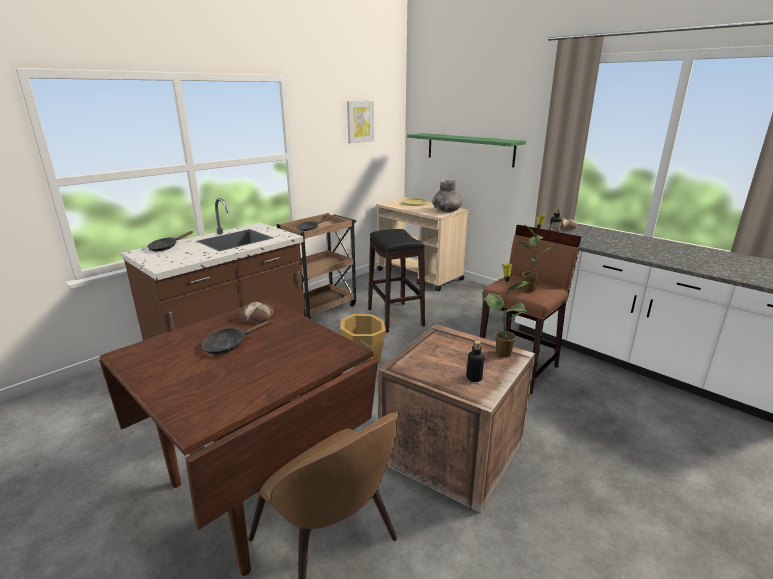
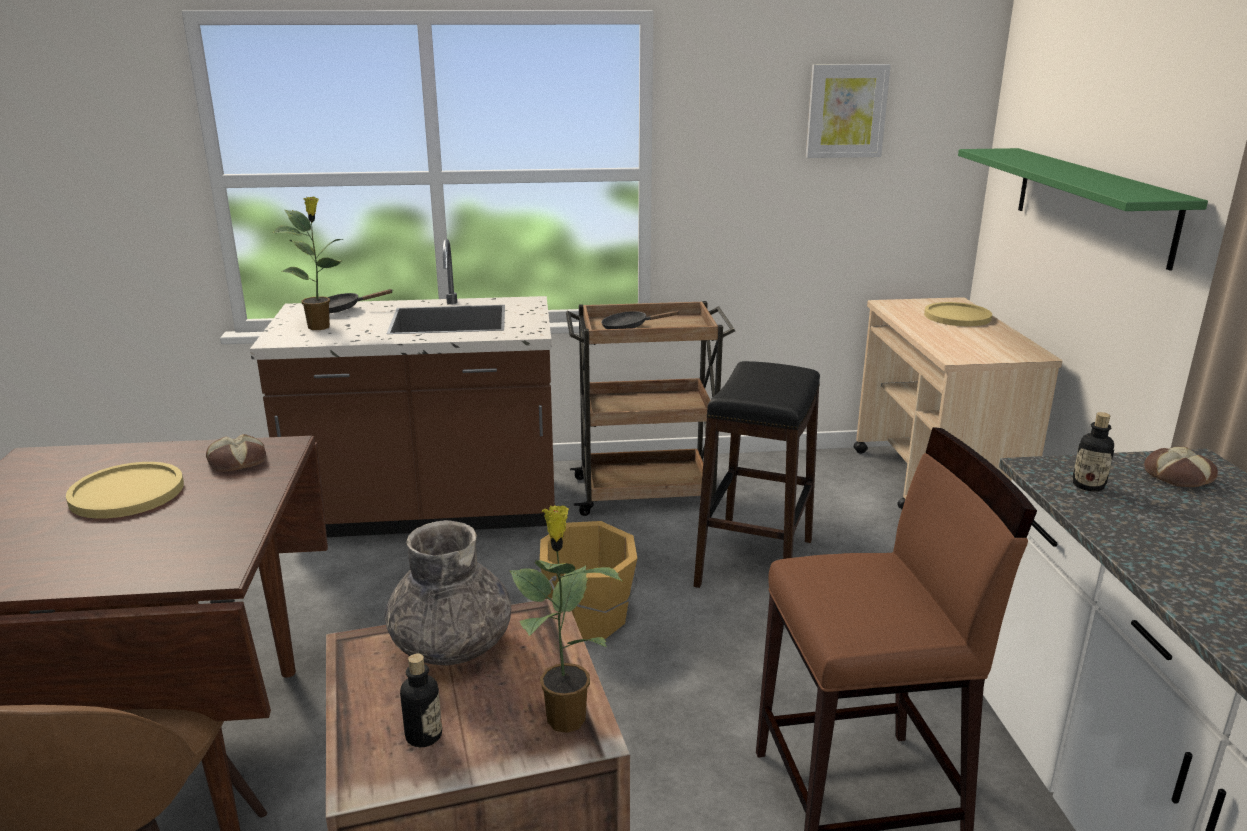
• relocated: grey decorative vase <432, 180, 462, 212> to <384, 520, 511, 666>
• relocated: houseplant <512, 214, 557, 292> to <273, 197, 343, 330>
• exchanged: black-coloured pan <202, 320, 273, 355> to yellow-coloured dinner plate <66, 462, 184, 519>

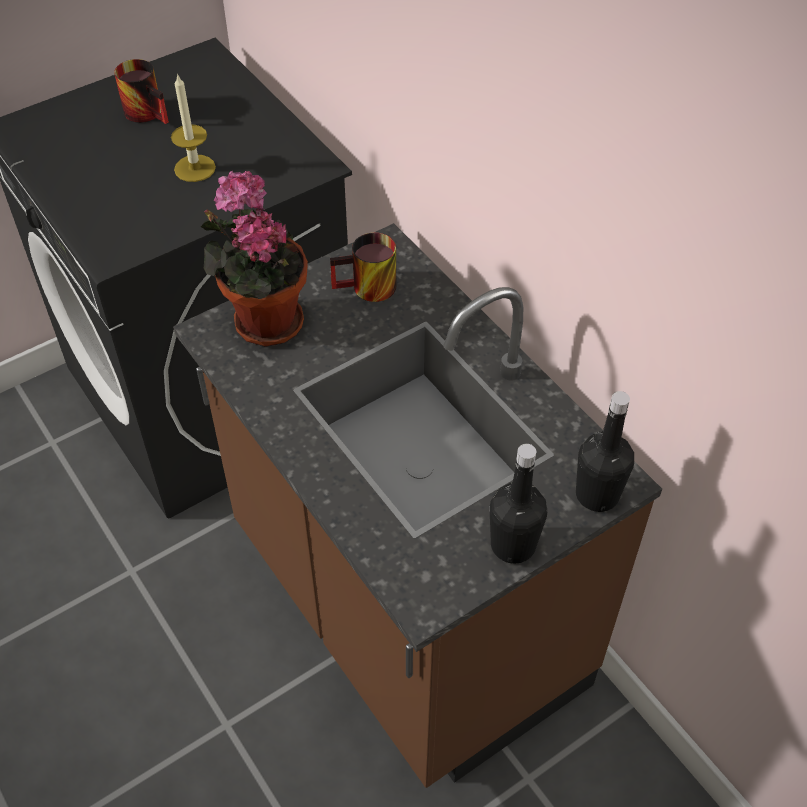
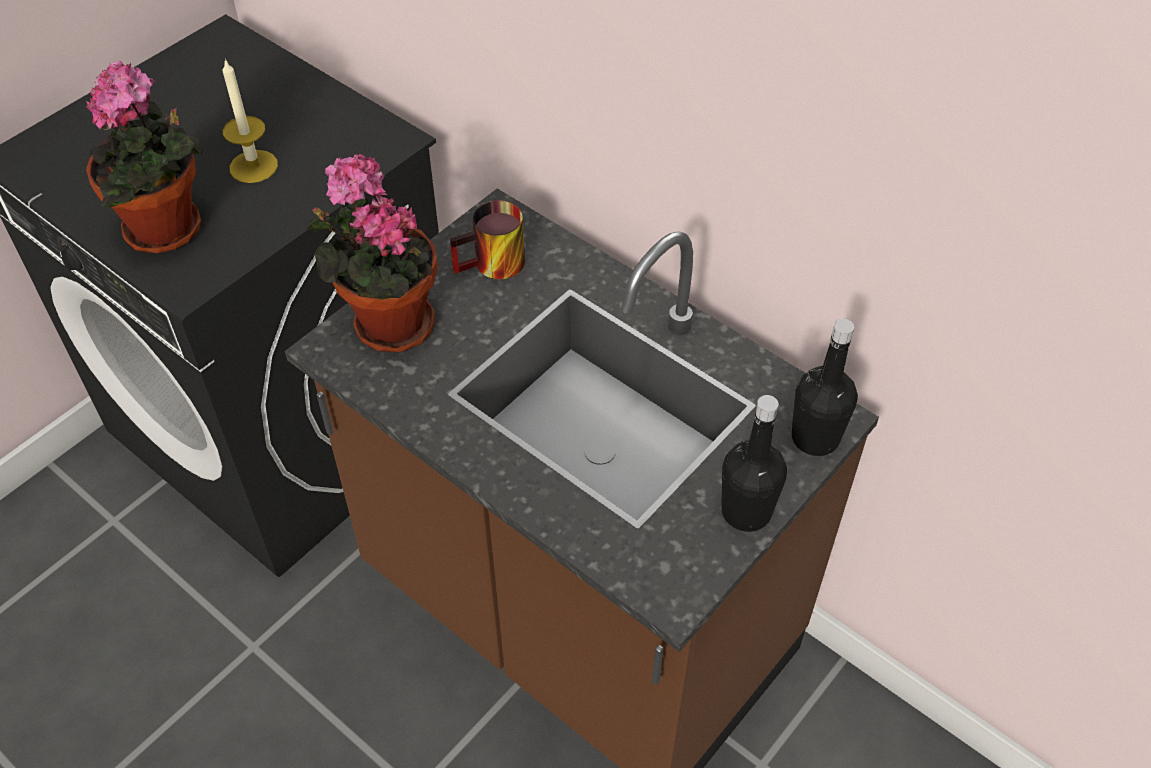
• missing: tea mug <114, 59, 169, 124>
• appeared: houseplant <86, 61, 203, 254>

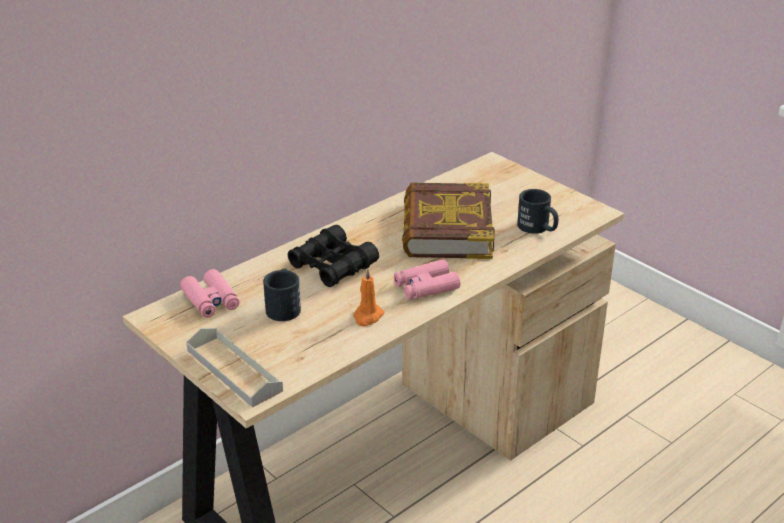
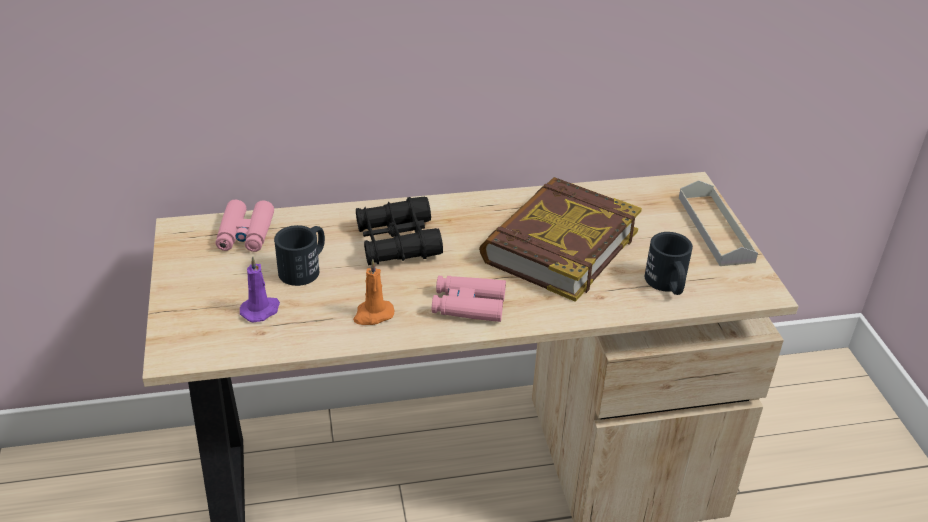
• relocated: grey tray <186, 328, 283, 408> to <679, 180, 758, 266>
• appeared: purple wax candle <240, 256, 280, 323>

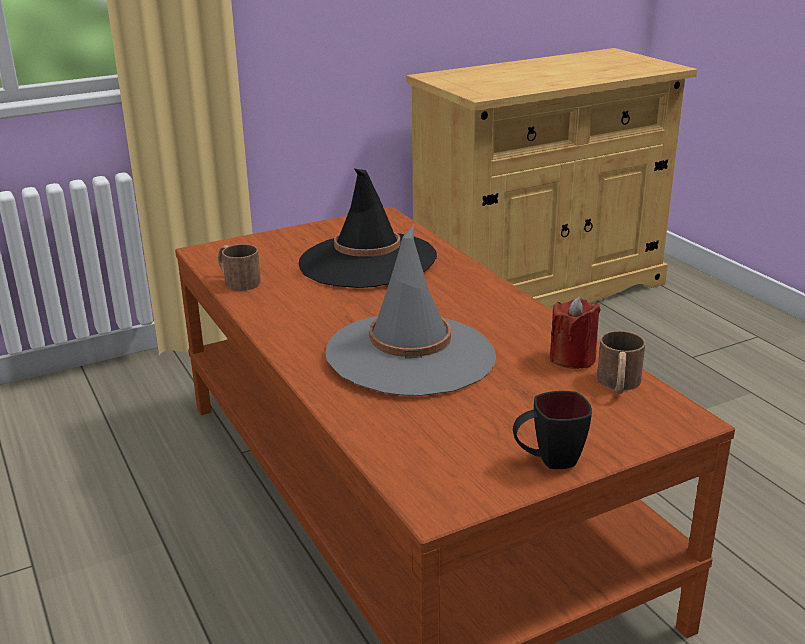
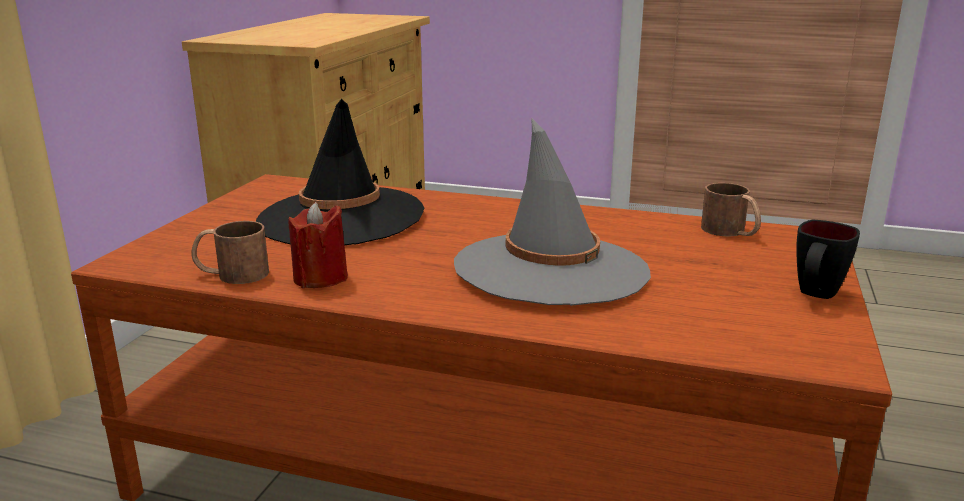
• relocated: reddish wax candle <550, 296, 601, 369> to <288, 202, 348, 288>

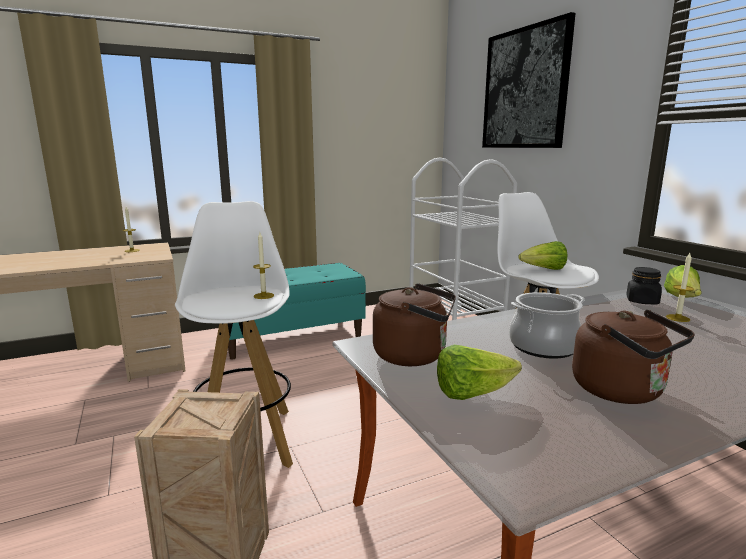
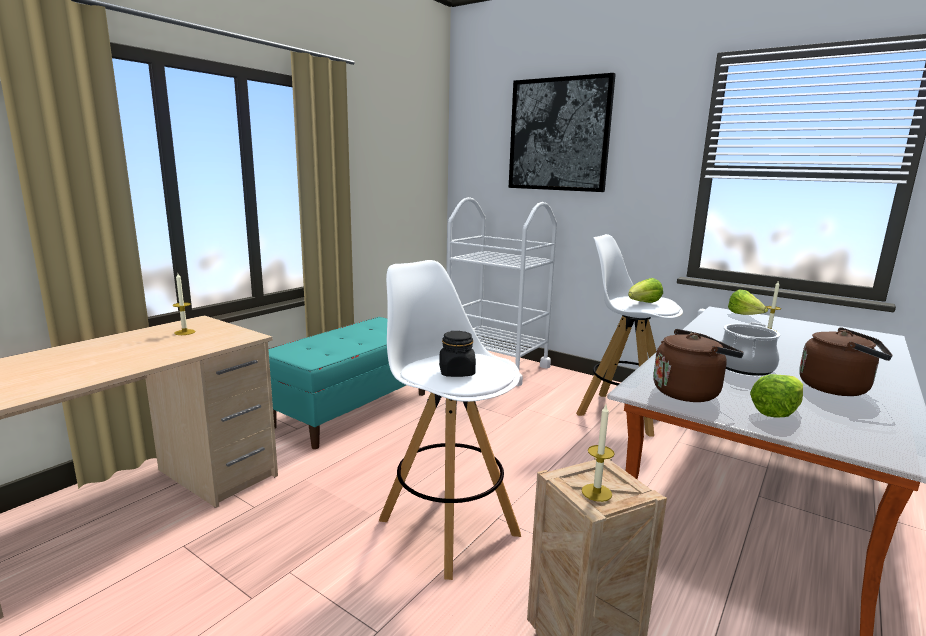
• relocated: wax candle <253, 232, 274, 299> to <582, 405, 615, 502>
• relocated: black-coloured storage jar <626, 267, 662, 304> to <439, 331, 476, 377>

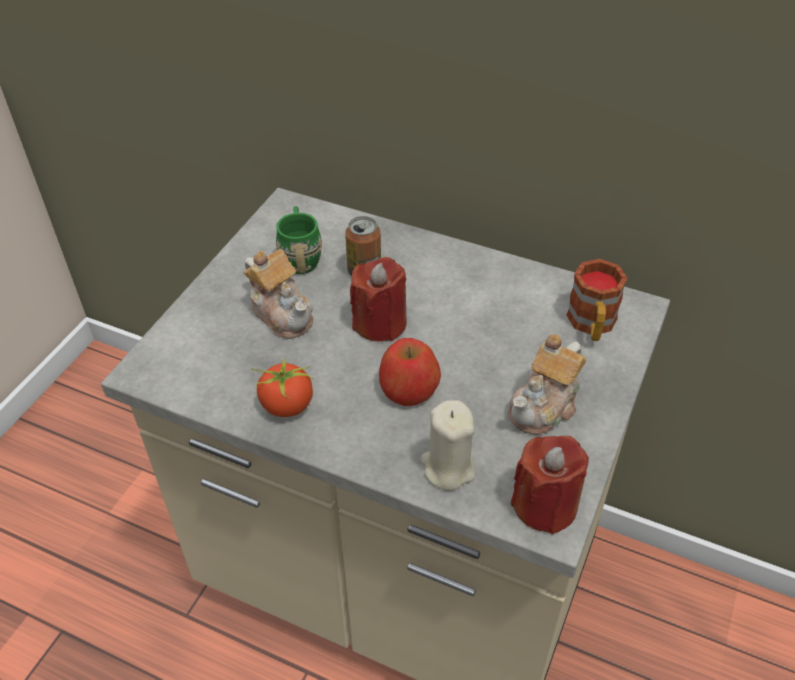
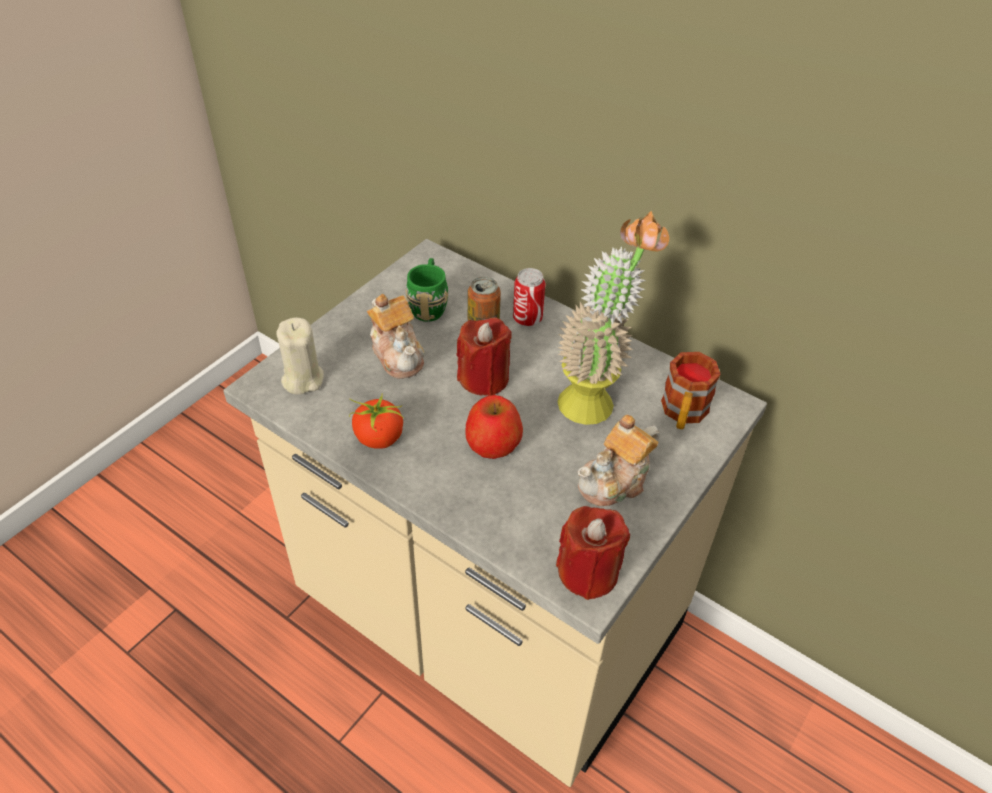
• relocated: beige wax candle <420, 400, 476, 491> to <276, 317, 324, 395>
• appeared: houseplant <558, 211, 669, 425>
• appeared: sealed can <513, 268, 546, 326>

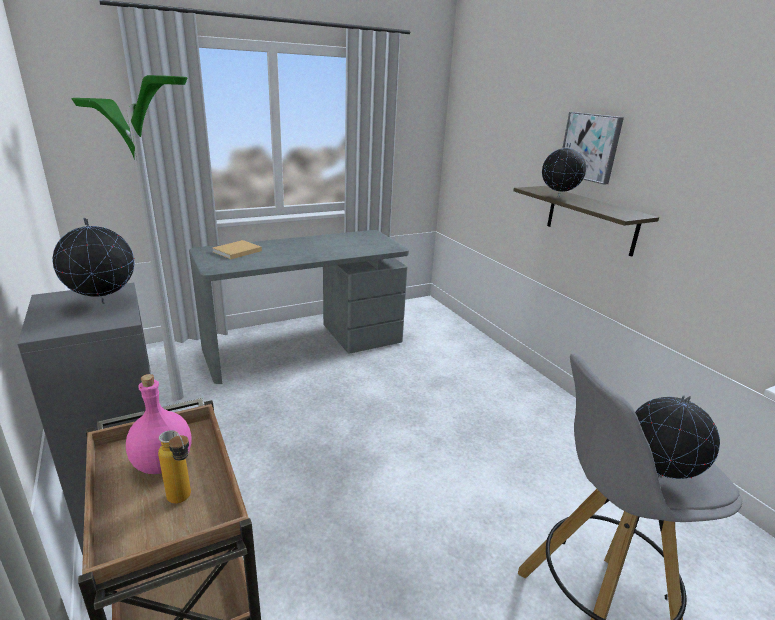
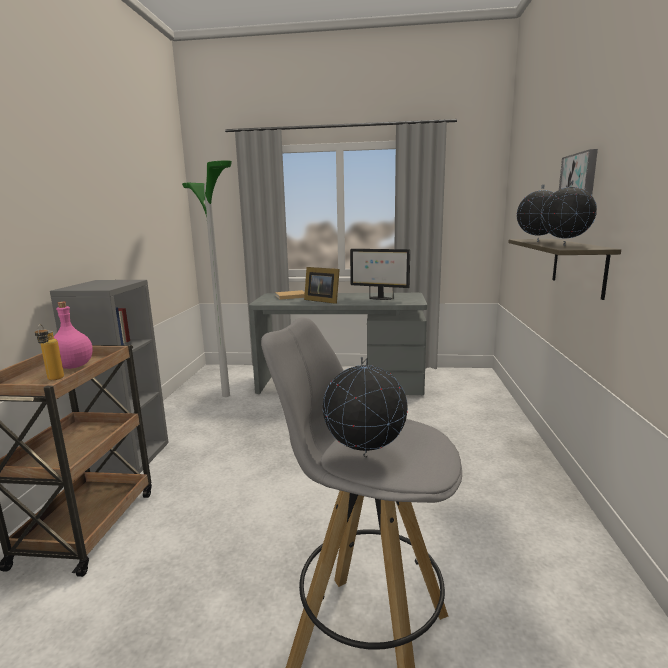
• relocated: world globe <52, 218, 134, 304> to <541, 180, 597, 246>
• appeared: computer display <350, 249, 410, 300>
• appeared: picture frame <304, 267, 340, 304>

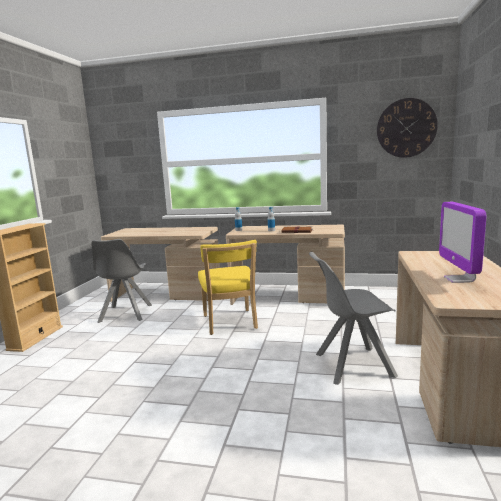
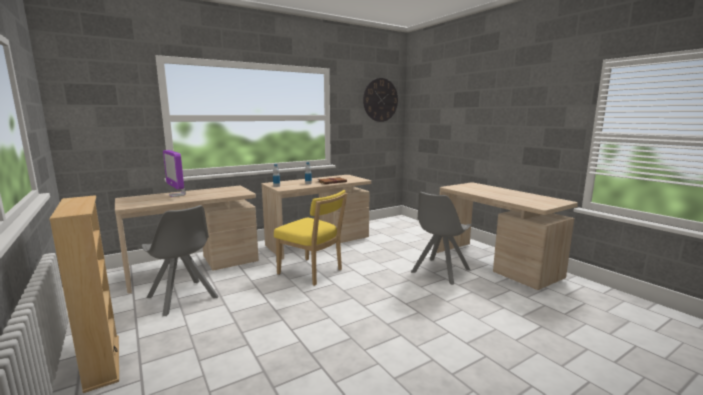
• relocated: computer display <439, 202, 486, 283> to <163, 150, 186, 197>

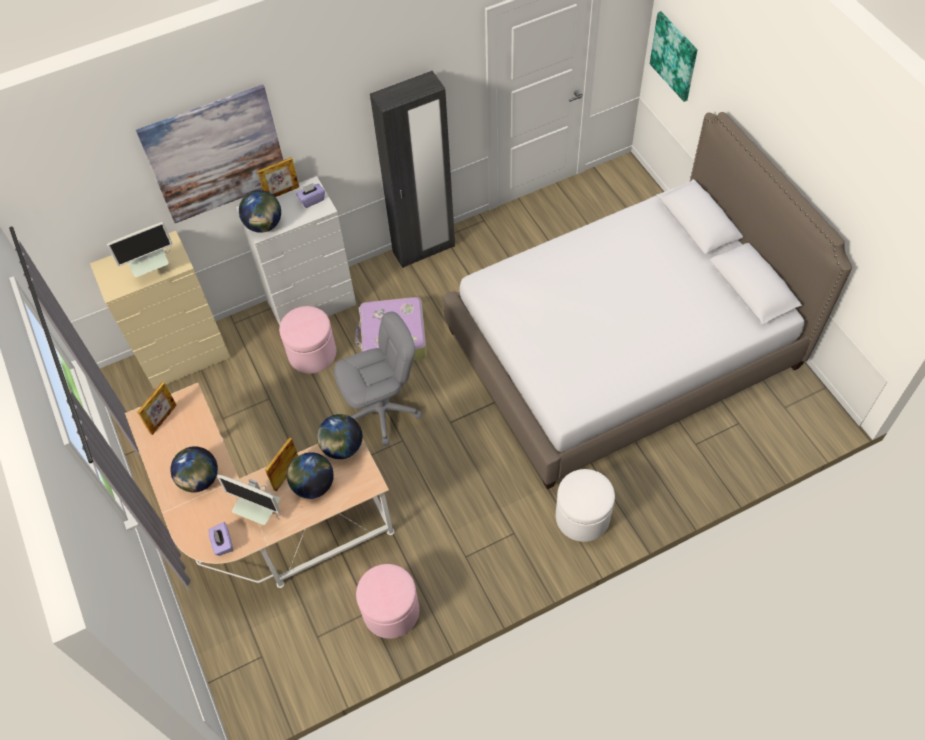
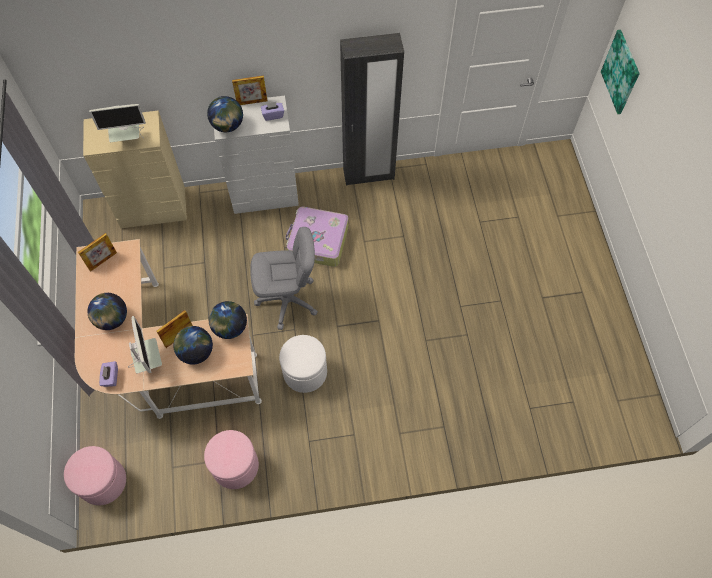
• missing: wall picture <136, 84, 283, 223>
• missing: bed <443, 112, 852, 489>
• relocated: pinkish footrest <279, 306, 336, 373> to <64, 446, 126, 505>
• relocated: white-coloured footrest <556, 469, 615, 542> to <279, 335, 327, 393>
• spun: computer display <217, 475, 280, 525> = <128, 316, 162, 374> 150 degrees counterclockwise

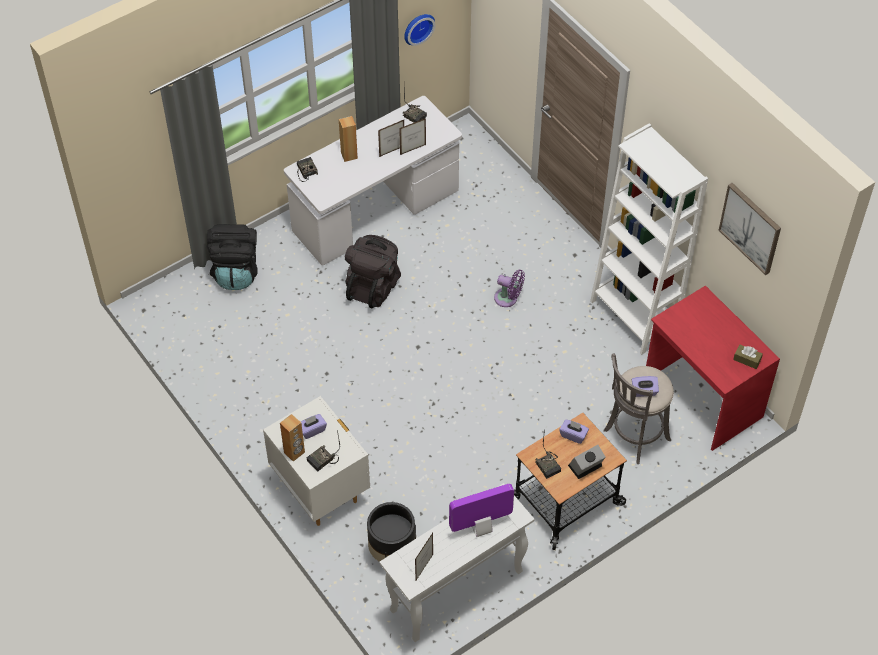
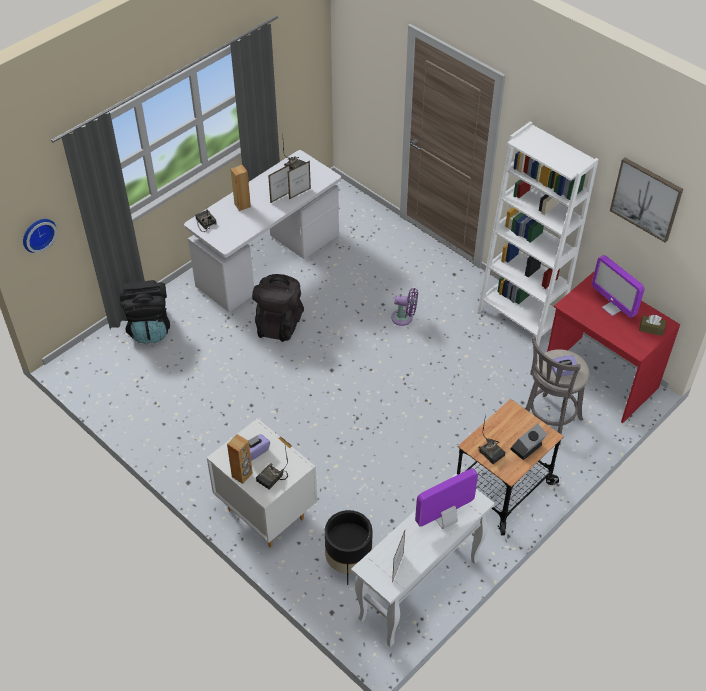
• relocated: clock on the wall <404, 14, 435, 46> to <23, 219, 57, 253>
• missing: purple tissue holder <559, 419, 589, 444>
• appeared: computer display <592, 255, 644, 318>

